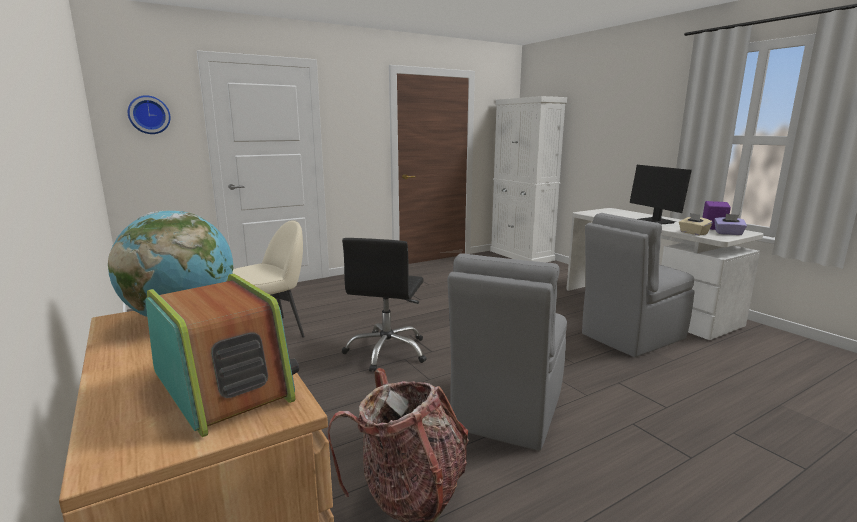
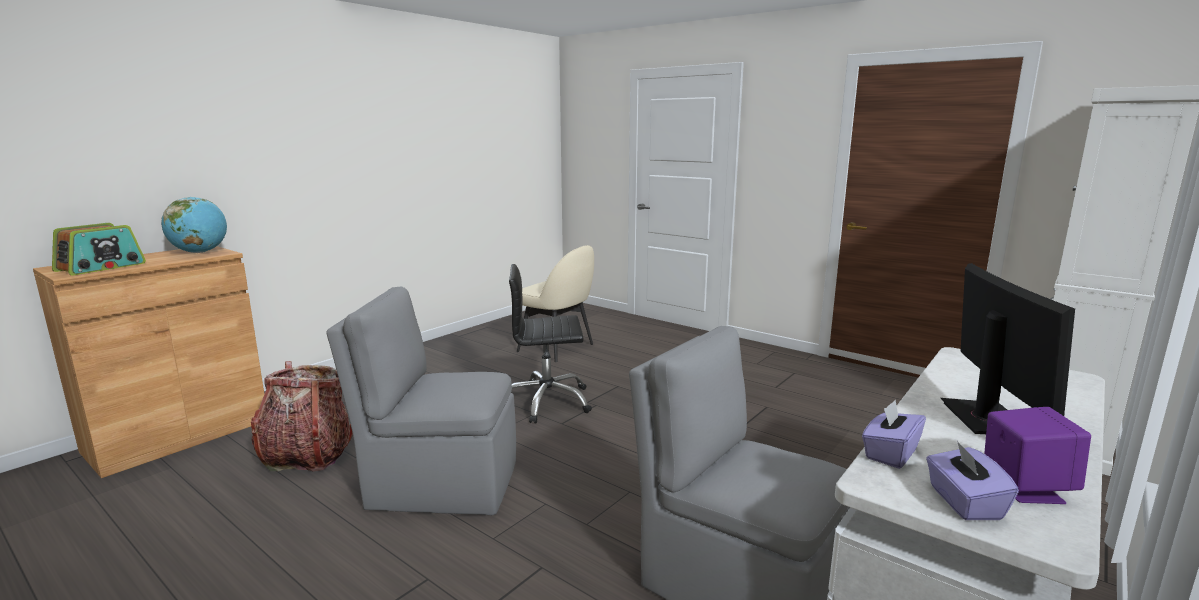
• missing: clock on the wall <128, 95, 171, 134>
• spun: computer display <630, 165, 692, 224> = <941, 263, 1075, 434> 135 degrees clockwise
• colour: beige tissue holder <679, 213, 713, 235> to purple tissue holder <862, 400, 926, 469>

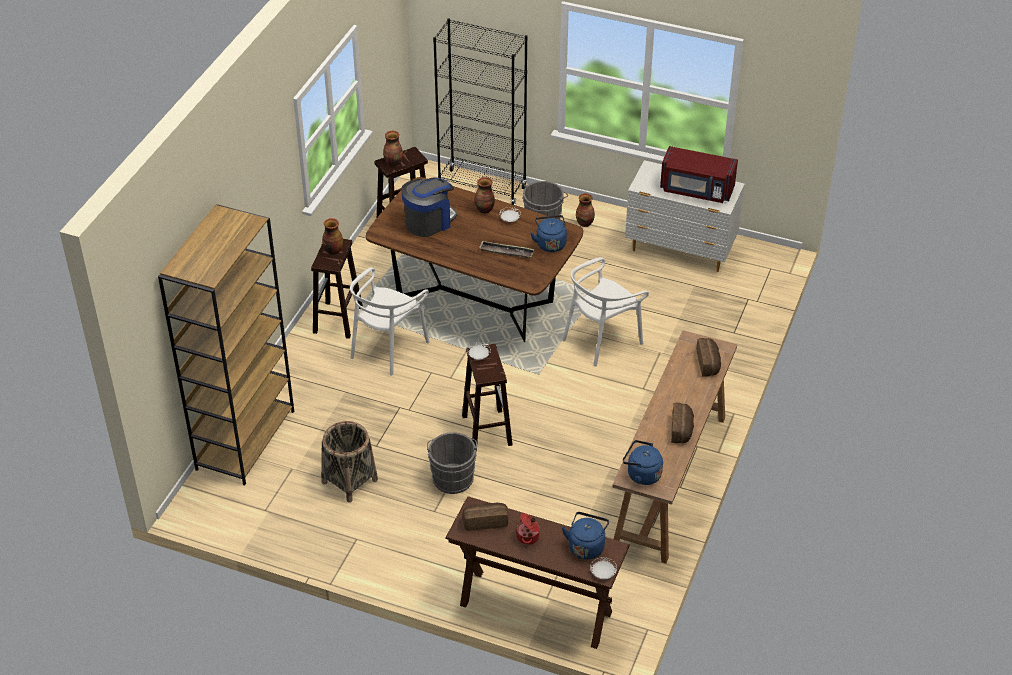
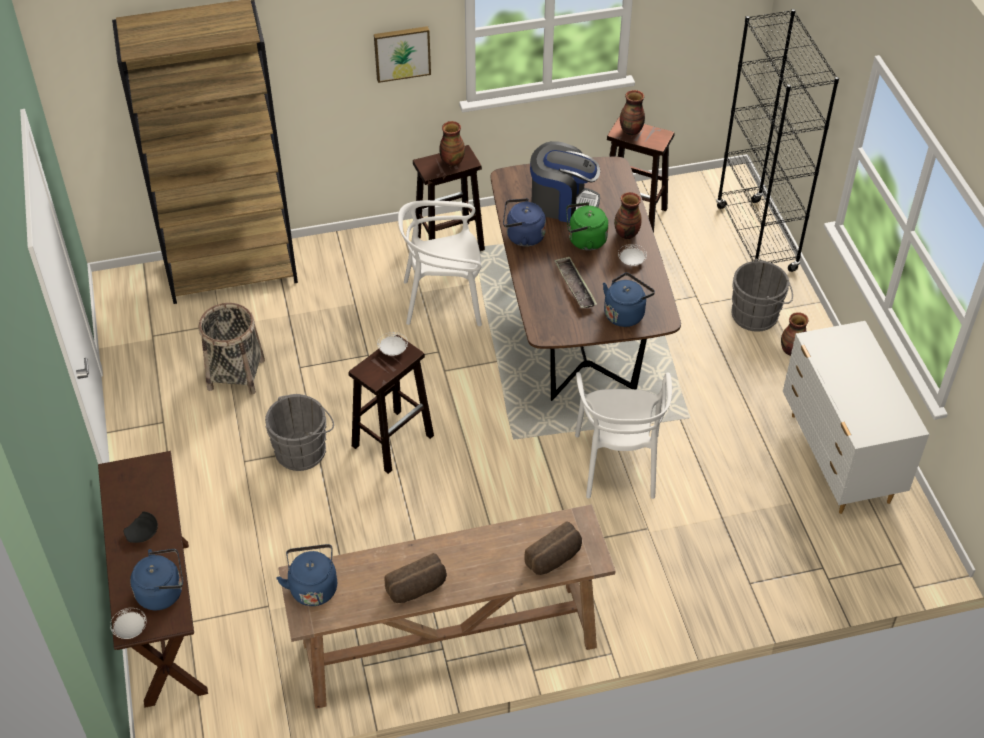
• missing: reddish microwave oven <660, 146, 738, 203>
• spun: white-coloured upright chair <562, 257, 649, 367> = <575, 372, 672, 499> 105 degrees counterclockwise
• missing: bakery bread <462, 502, 509, 531>
• exchanged: saucepot <516, 513, 540, 545> to black-coloured dinner plate <124, 511, 158, 543>
• appeared: wall picture <374, 26, 431, 83>
• appeared: blue-coloured water kettle <503, 198, 546, 247>
• appeared: green-coloured water kettle <566, 202, 609, 251>

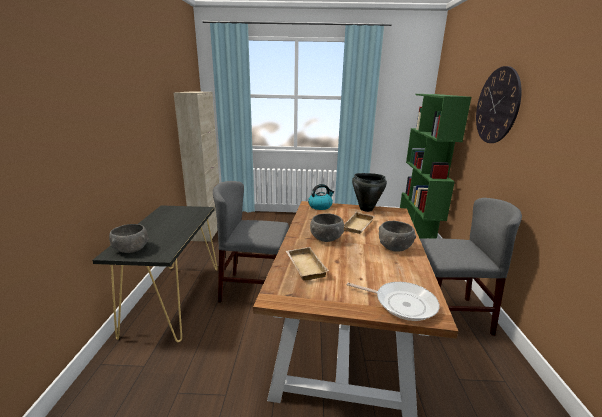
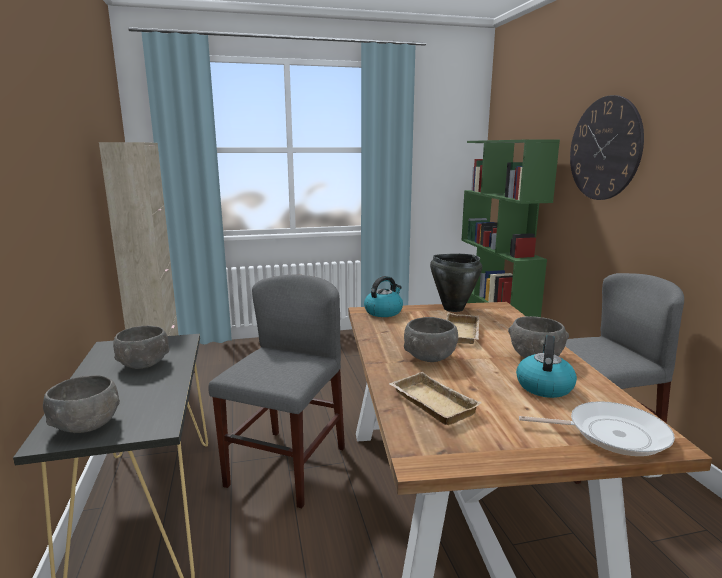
• spun: grey upright chair <213, 181, 289, 303> = <208, 275, 345, 508> 120 degrees clockwise
• appeared: grey bowl <113, 326, 169, 369>
• appeared: water kettle <516, 335, 577, 398>

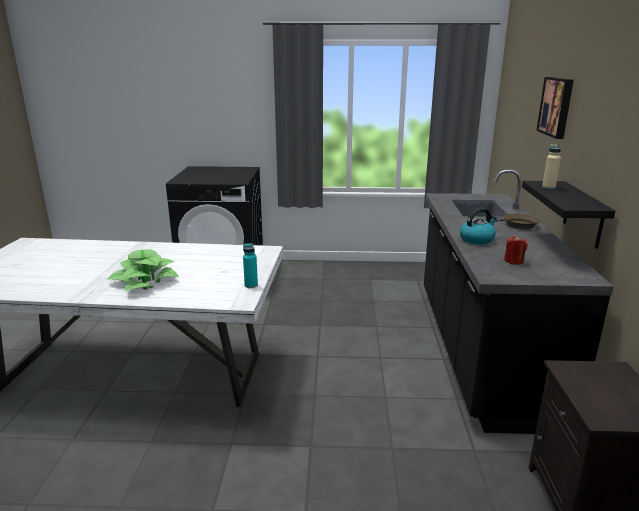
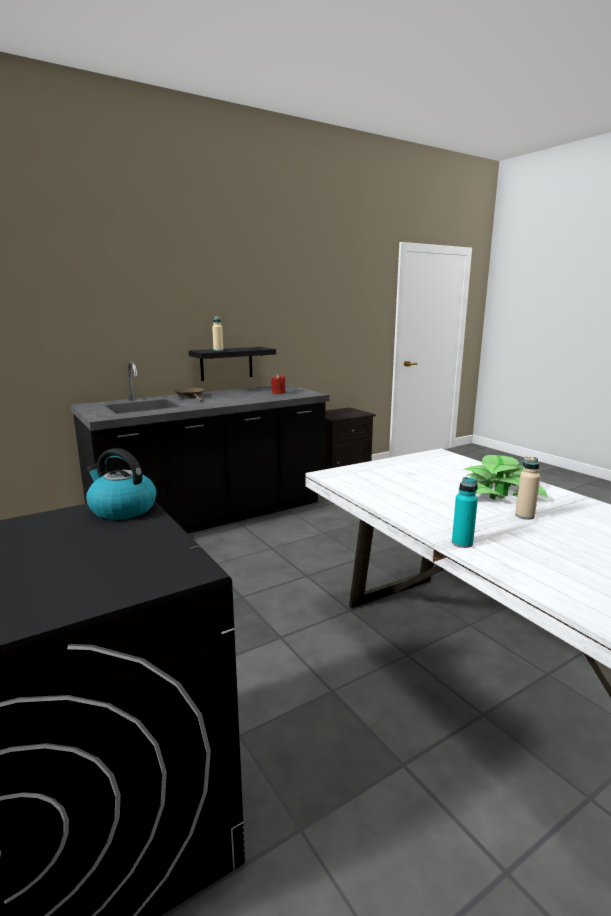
• missing: wall picture <536, 77, 574, 139>
• relocated: water kettle <460, 208, 497, 245> to <86, 448, 156, 520>
• relocated: turquoise bottle <243, 243, 258, 288> to <452, 477, 478, 548>
• appeared: beige bottle <515, 457, 540, 520>

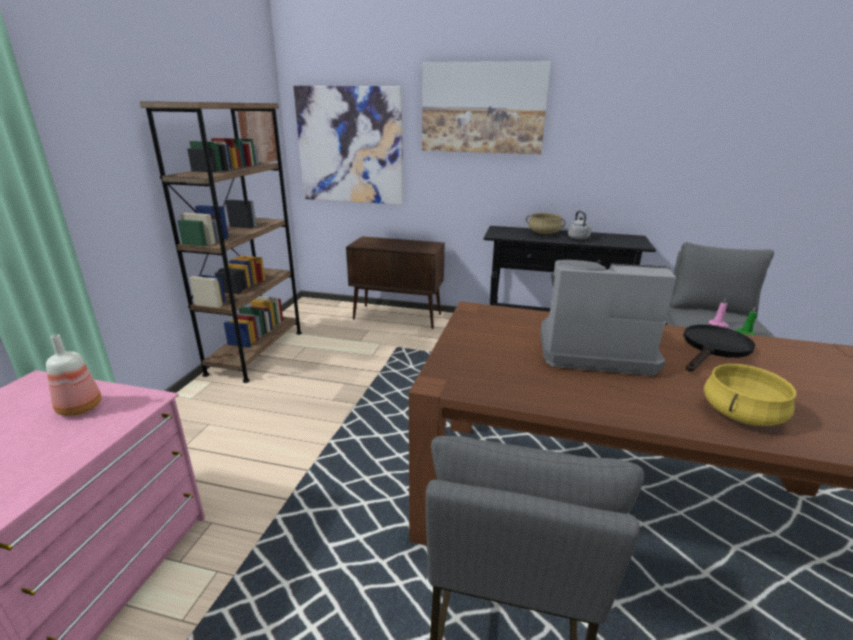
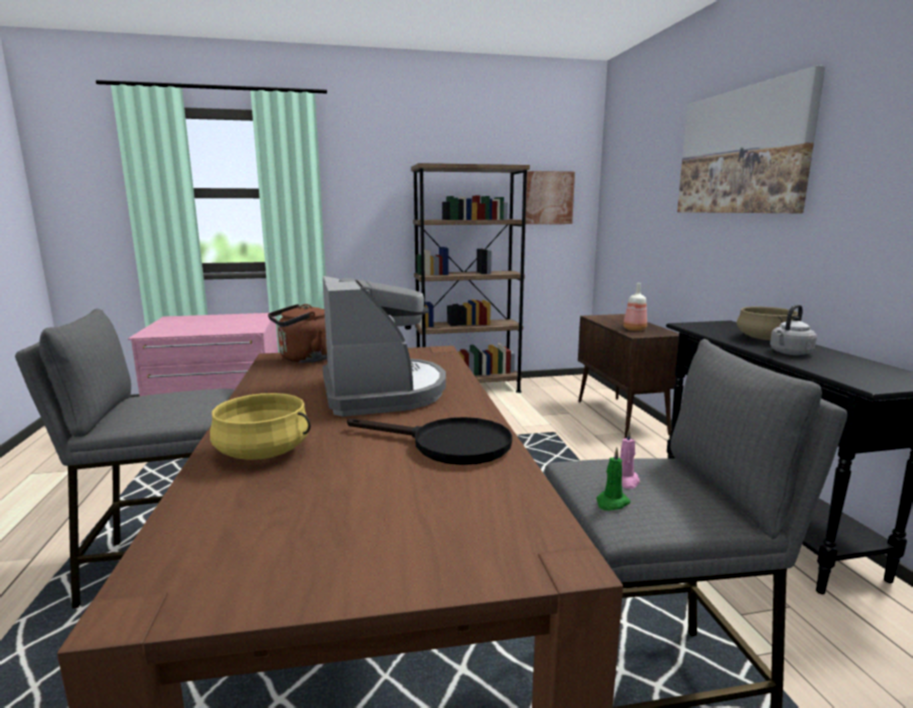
• missing: wall picture <293, 86, 403, 205>
• relocated: bottle <46, 334, 101, 416> to <623, 283, 647, 331>
• appeared: brown water kettle <268, 304, 327, 363>

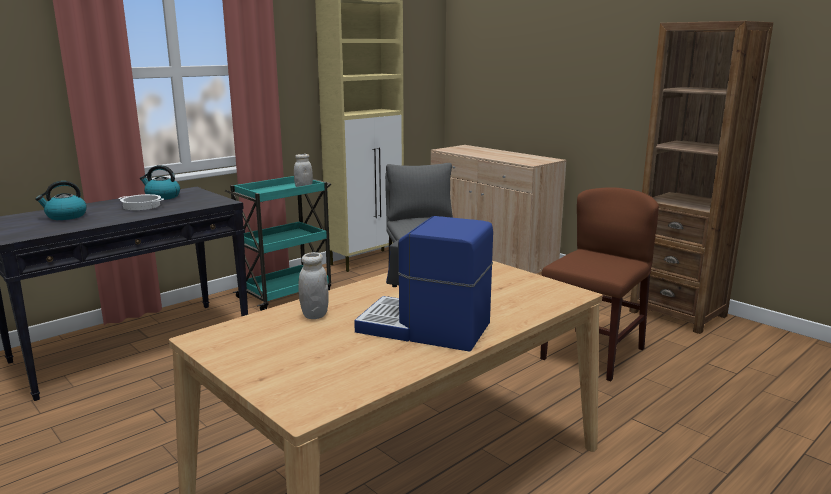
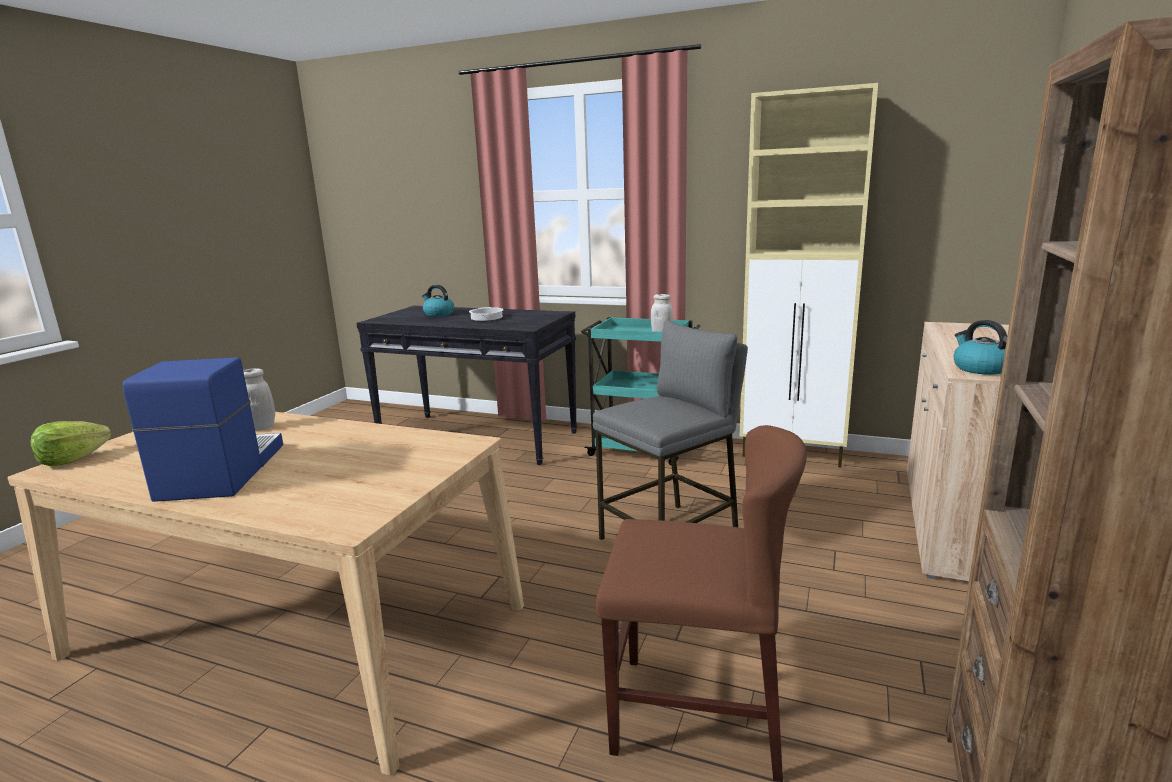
• relocated: water kettle <140, 165, 180, 200> to <954, 320, 1007, 375>
• appeared: lettuce <31, 421, 111, 466>

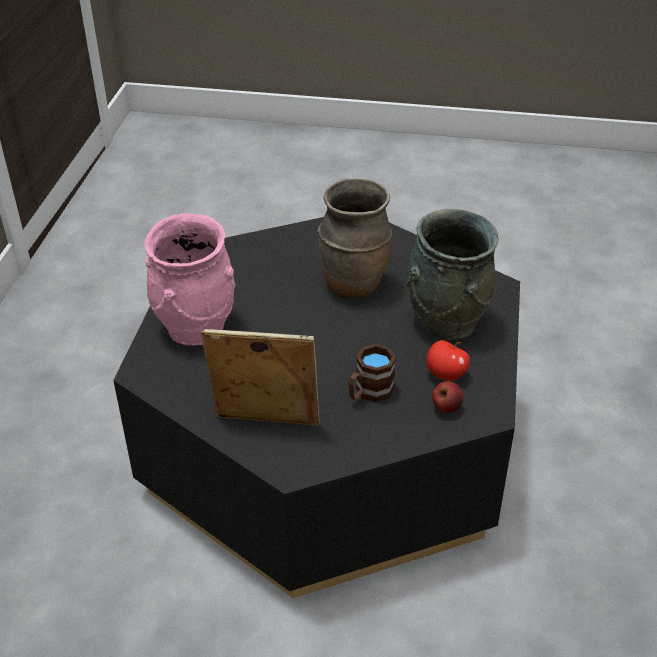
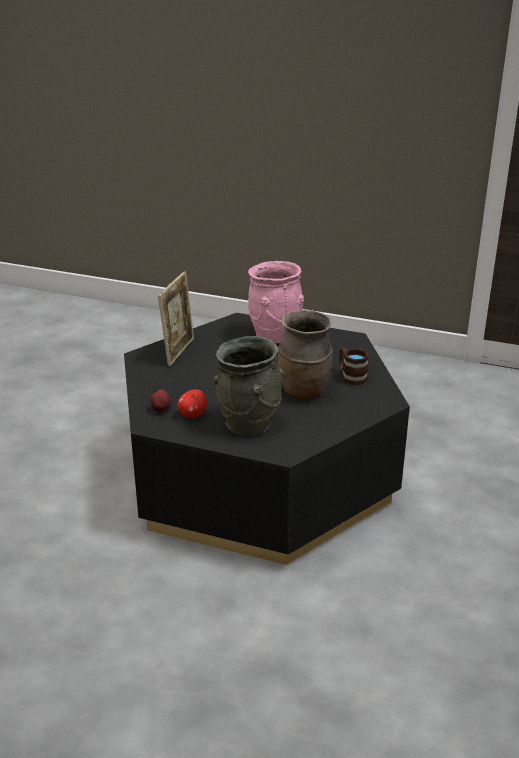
• relocated: brown tea mug <349, 344, 396, 402> to <339, 348, 369, 385>

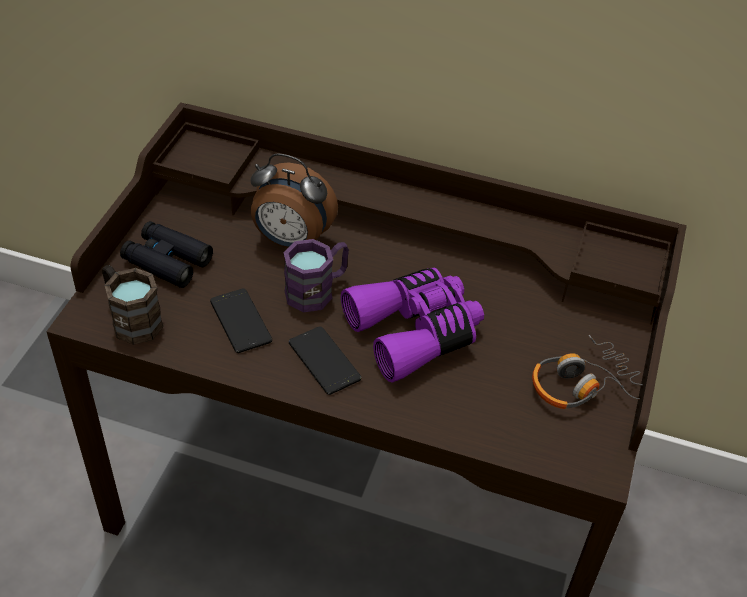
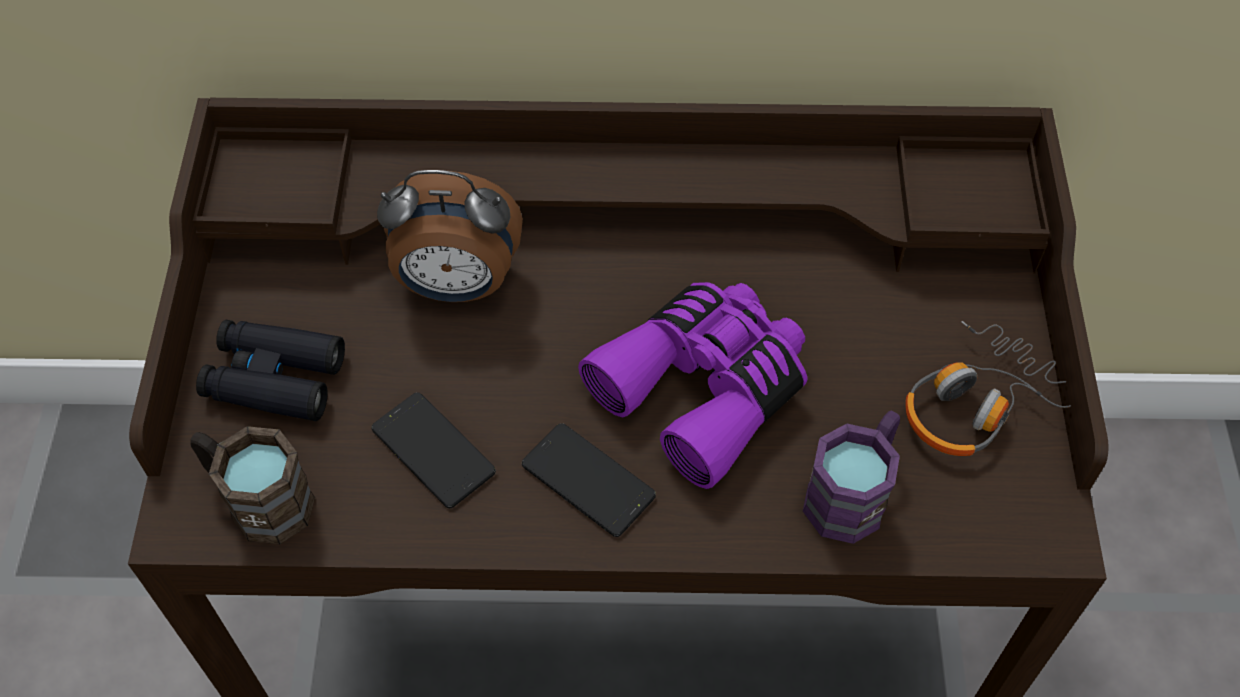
• relocated: purple tea mug <283, 239, 349, 313> to <803, 411, 900, 544>

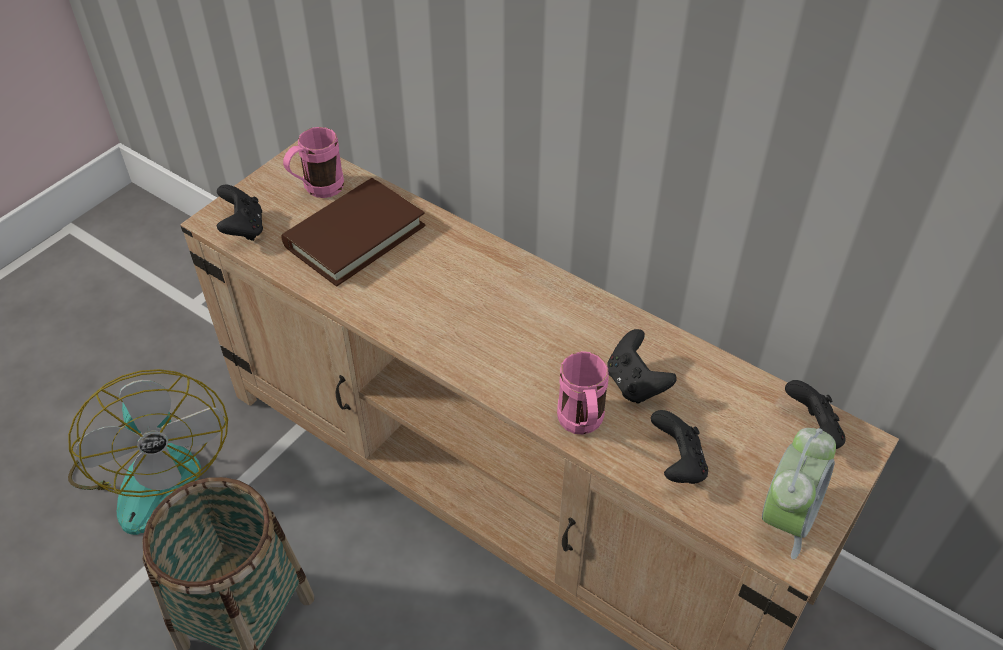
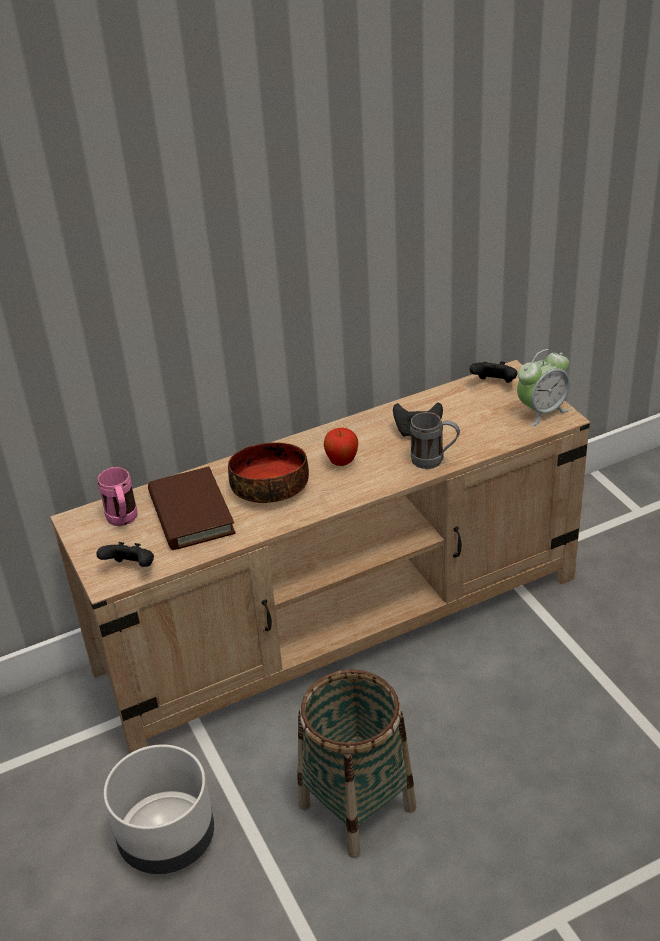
• colour: pinkish tea mug <557, 351, 609, 435> to grey tea mug <410, 412, 460, 469>
• exchanged: electric fan <68, 369, 228, 535> to grey plant pot <104, 745, 214, 874>
• missing: black-coloured joypad <651, 410, 708, 484>
• spun: table clock <762, 428, 836, 559> = <517, 349, 570, 426> 90 degrees clockwise
• appeared: apple <324, 428, 358, 466>
• appeared: bowl <228, 442, 309, 503>

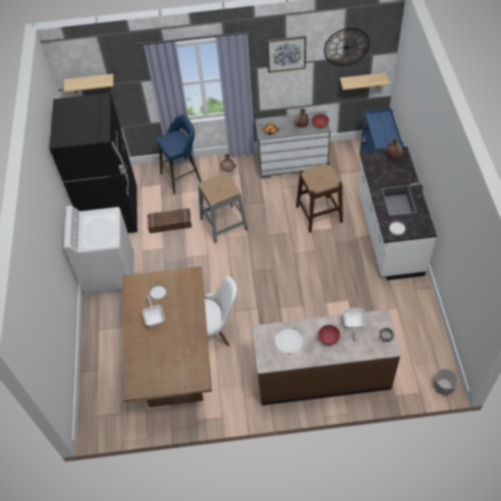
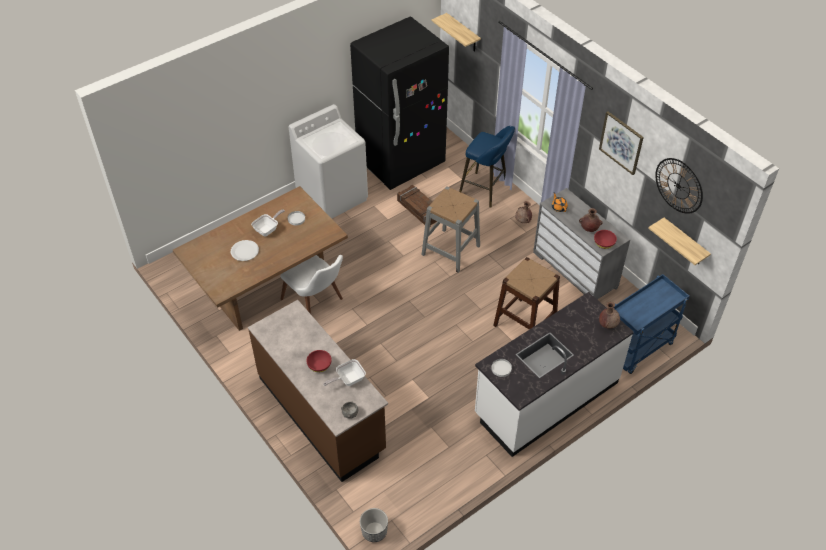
• relocated: white-coloured dinner plate <275, 329, 302, 354> to <231, 240, 259, 261>

